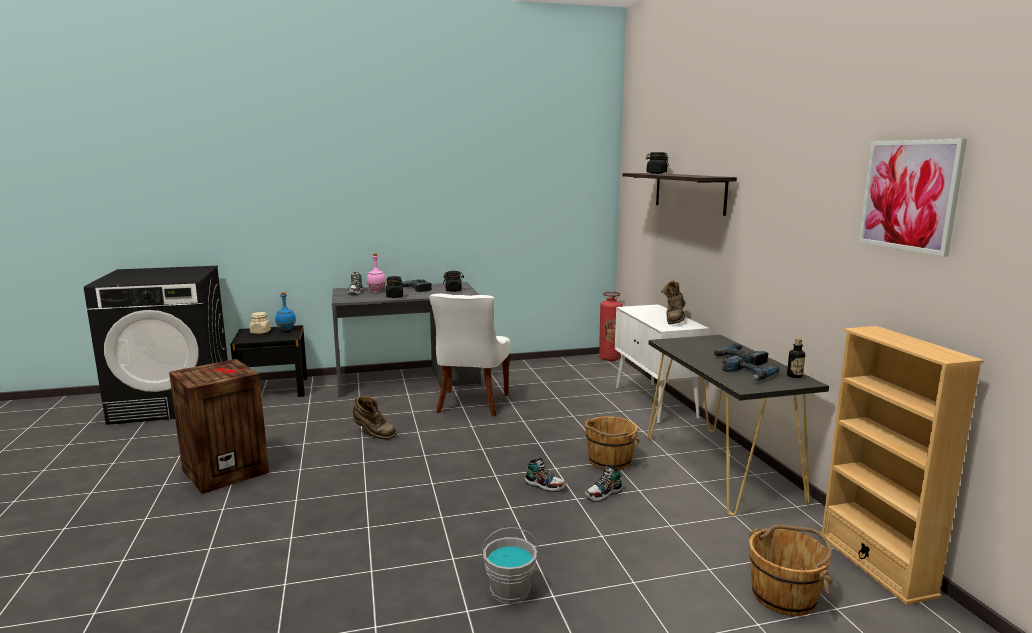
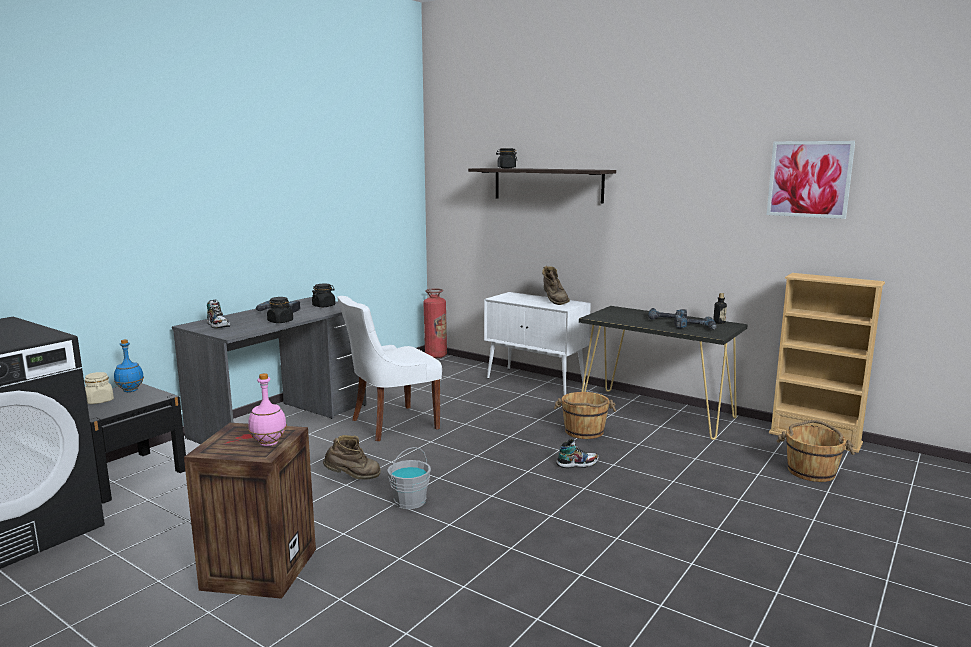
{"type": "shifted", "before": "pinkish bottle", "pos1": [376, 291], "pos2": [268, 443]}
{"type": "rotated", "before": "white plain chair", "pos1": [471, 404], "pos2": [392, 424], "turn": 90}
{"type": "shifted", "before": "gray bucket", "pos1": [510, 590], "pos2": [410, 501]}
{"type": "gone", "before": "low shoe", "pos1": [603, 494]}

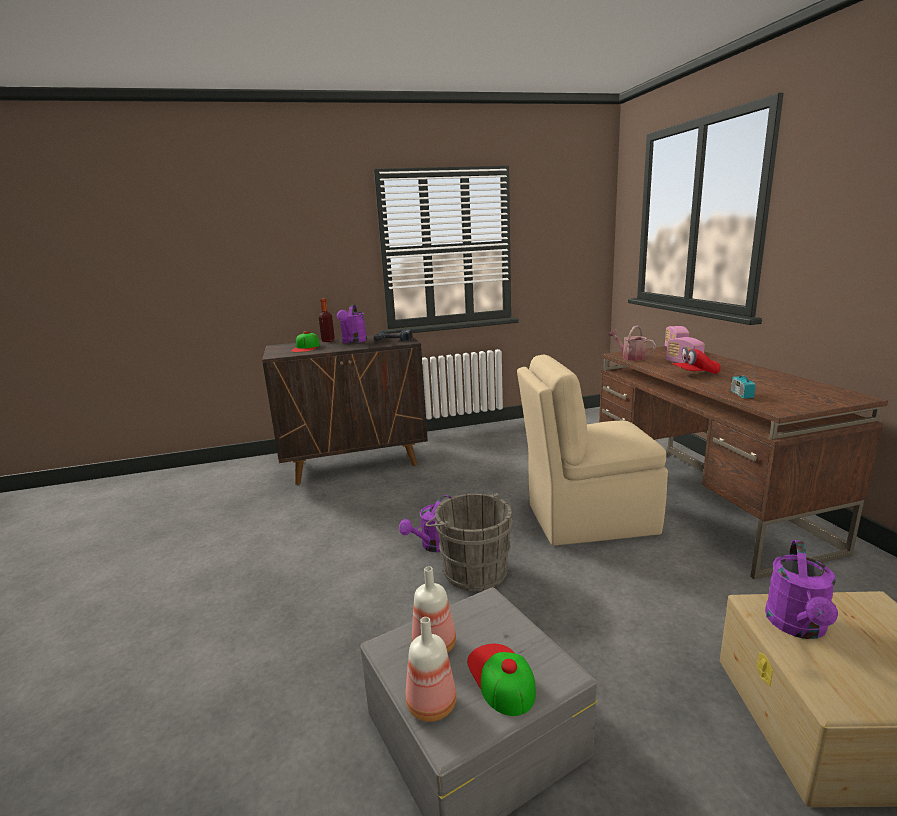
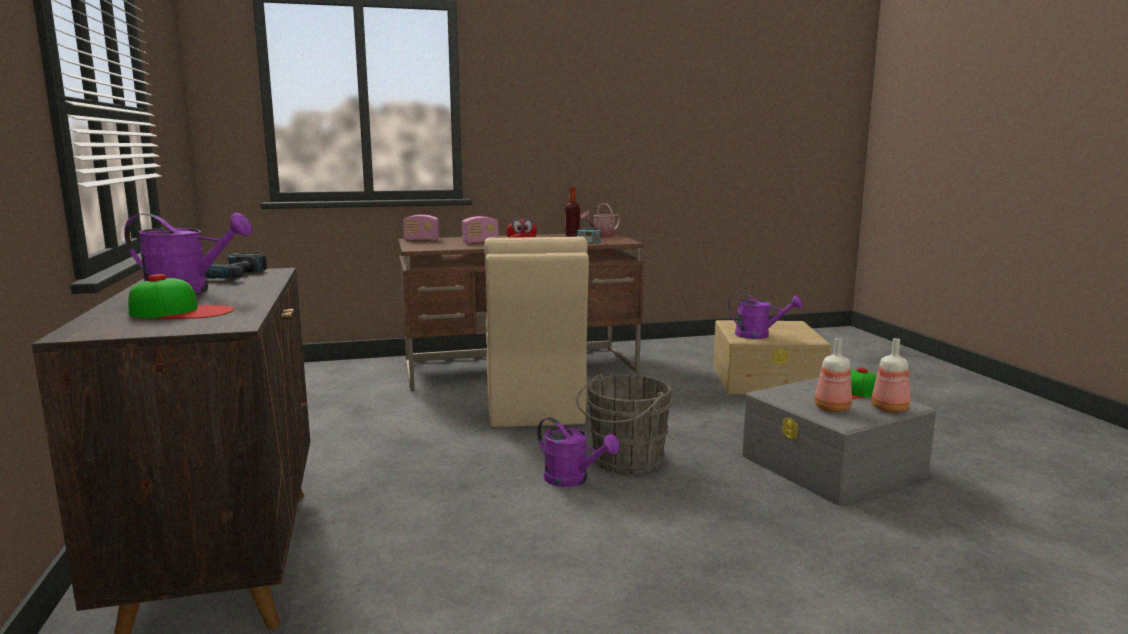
{"type": "shifted", "before": "bottle", "pos1": [328, 340], "pos2": [572, 235]}
{"type": "shifted", "before": "watering can", "pos1": [630, 357], "pos2": [601, 235]}

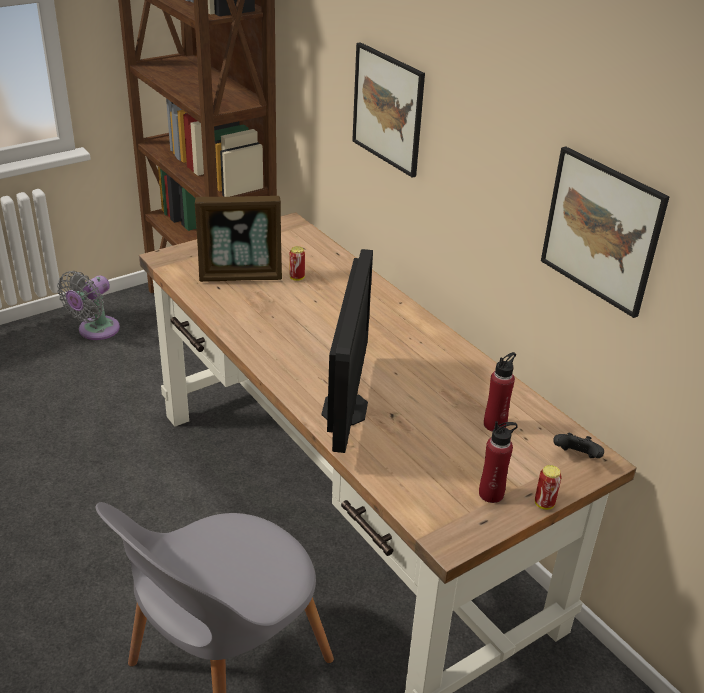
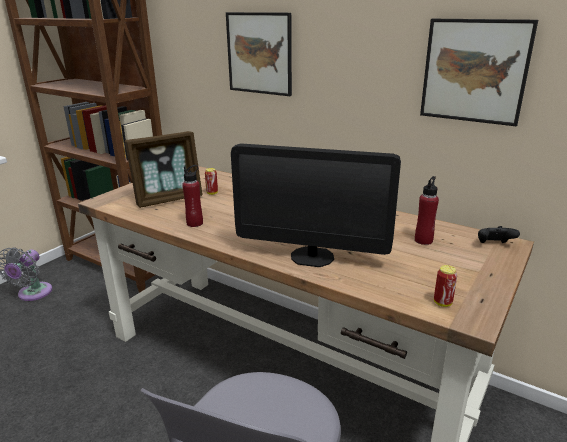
{"type": "shifted", "before": "red-coloured bottle", "pos1": [491, 494], "pos2": [195, 223]}
{"type": "rotated", "before": "computer screen", "pos1": [344, 409], "pos2": [312, 257], "turn": 120}
{"type": "shifted", "before": "sealed can", "pos1": [544, 504], "pos2": [442, 303]}

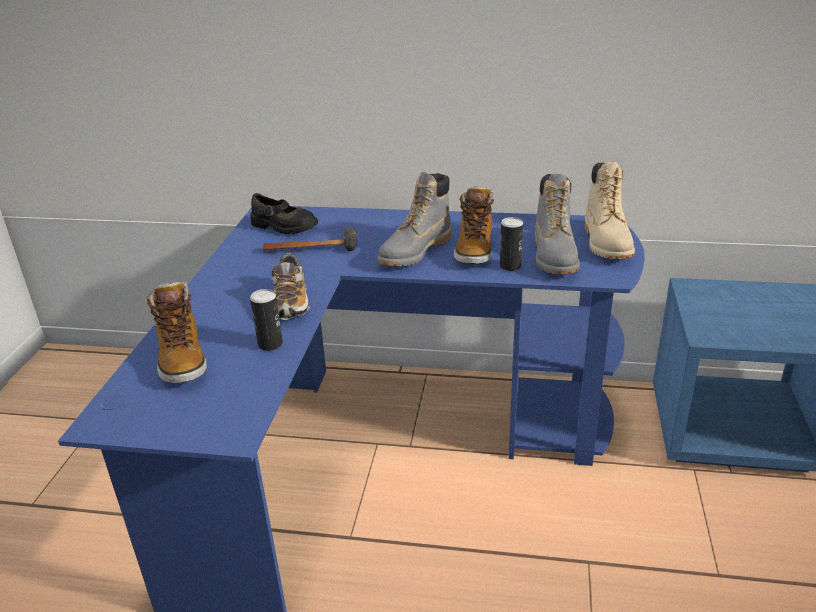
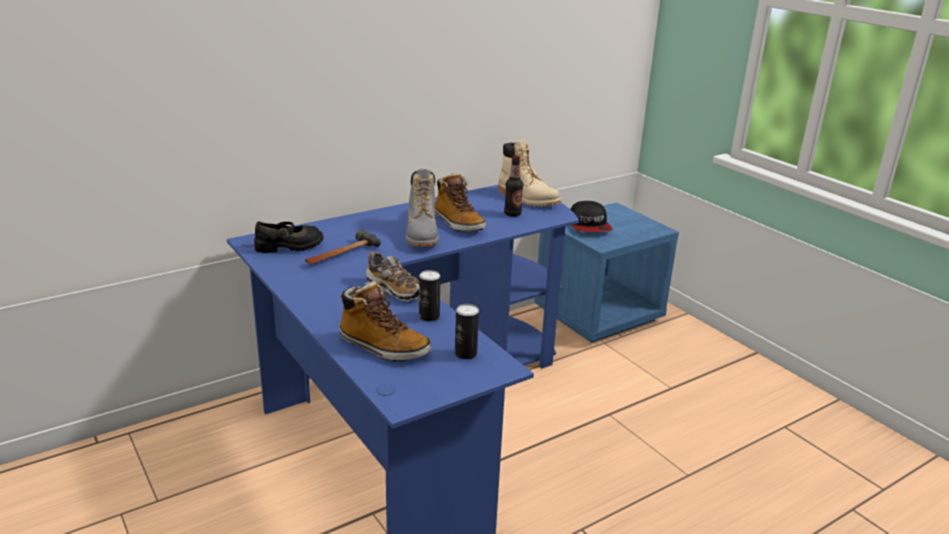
{"type": "shifted", "before": "sealed can", "pos1": [510, 266], "pos2": [465, 354]}
{"type": "swapped", "before": "gray boot", "after": "bottle", "pos1": [554, 257], "pos2": [512, 214]}
{"type": "new", "after": "baseball cap", "pos2": [589, 226]}

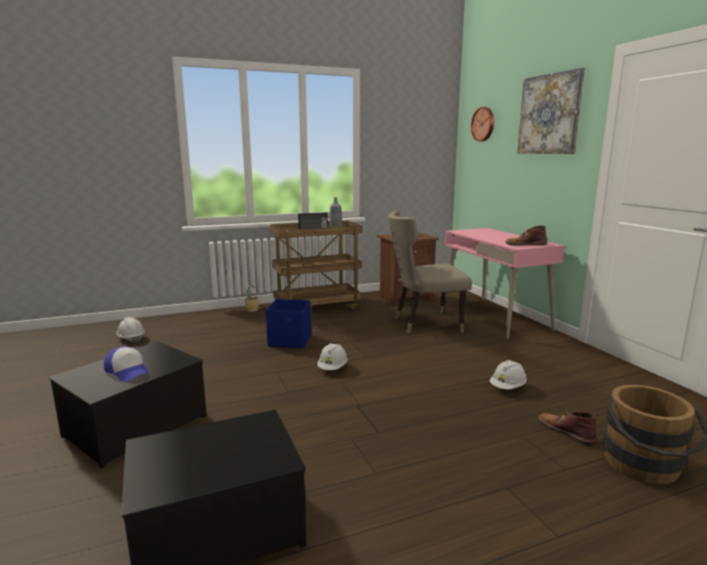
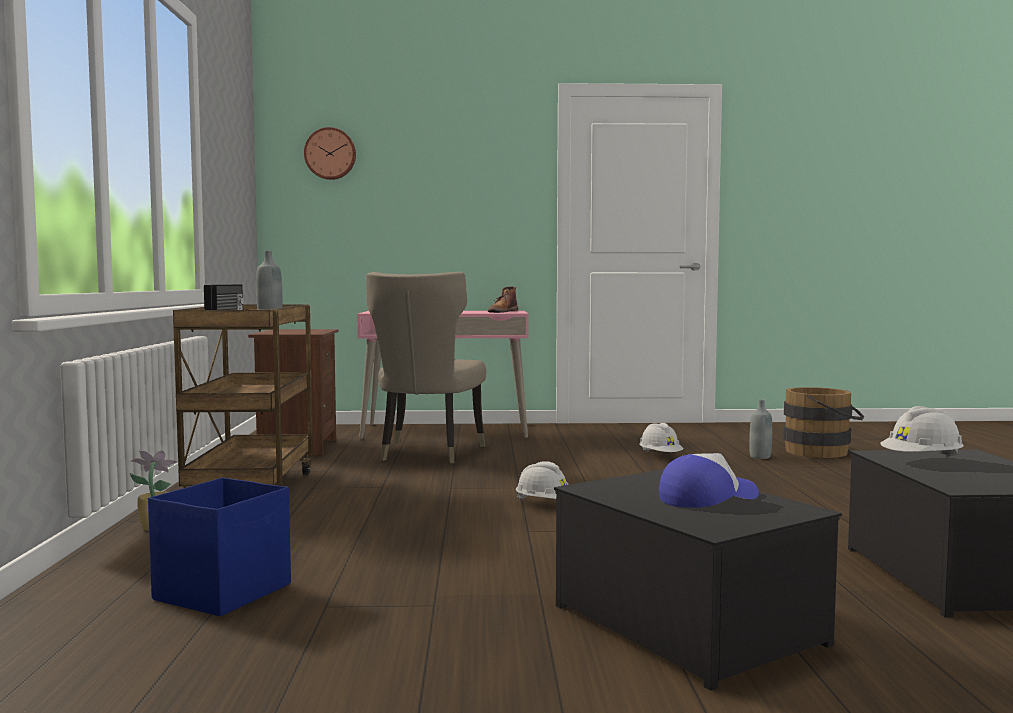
{"type": "shifted", "before": "blue-coloured storage container", "pos1": [290, 341], "pos2": [225, 592]}
{"type": "swapped", "before": "brown boot", "after": "gray bottle", "pos1": [565, 431], "pos2": [760, 457]}
{"type": "shifted", "before": "white hard hat", "pos1": [131, 338], "pos2": [922, 461]}
{"type": "gone", "before": "wall picture", "pos1": [549, 114]}

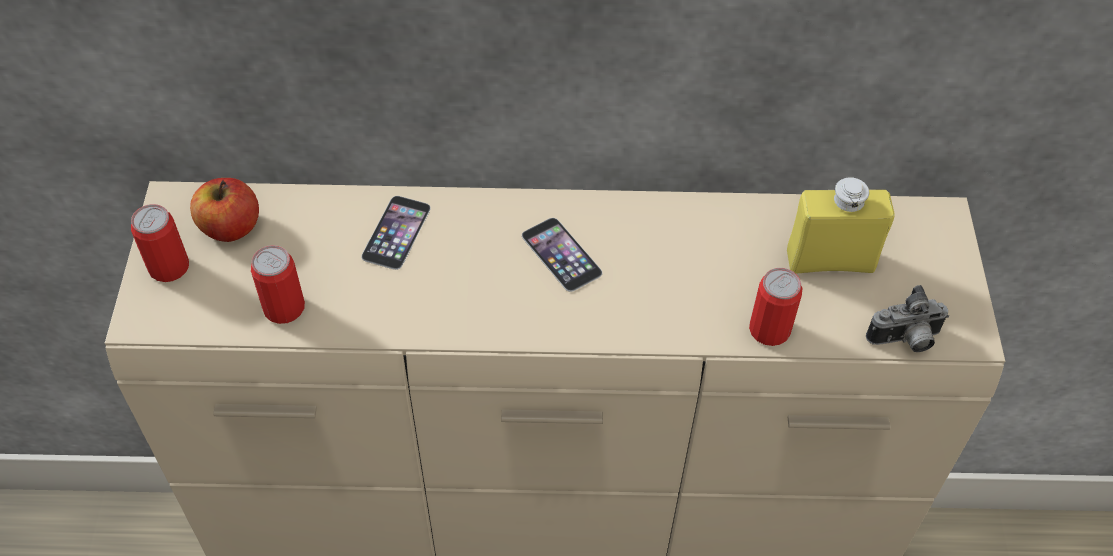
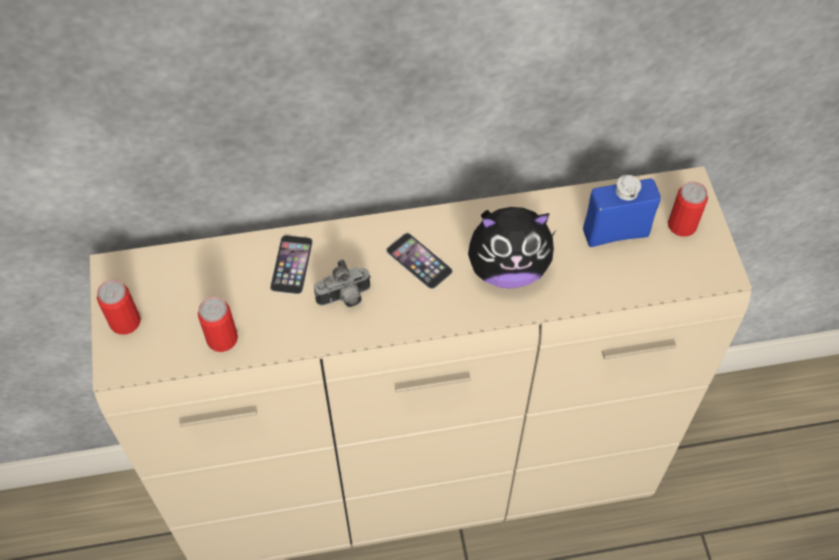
{"type": "shifted", "before": "photo camera", "pos1": [905, 341], "pos2": [345, 298]}
{"type": "new", "after": "plush toy", "pos2": [507, 268]}
{"type": "repainted", "before": "yellow-coloured bottle", "after": "blue-coloured bottle", "pos1": [830, 261], "pos2": [615, 232]}
{"type": "shifted", "before": "sealed can", "pos1": [769, 329], "pos2": [682, 225]}
{"type": "gone", "before": "apple", "pos1": [230, 227]}

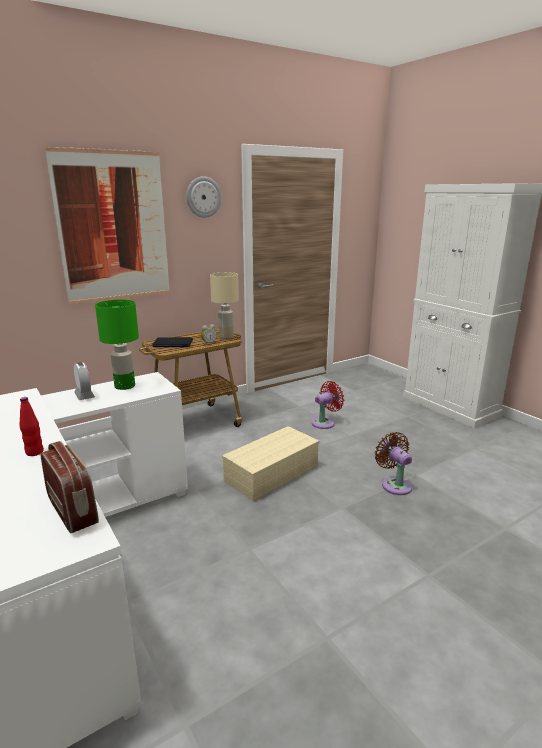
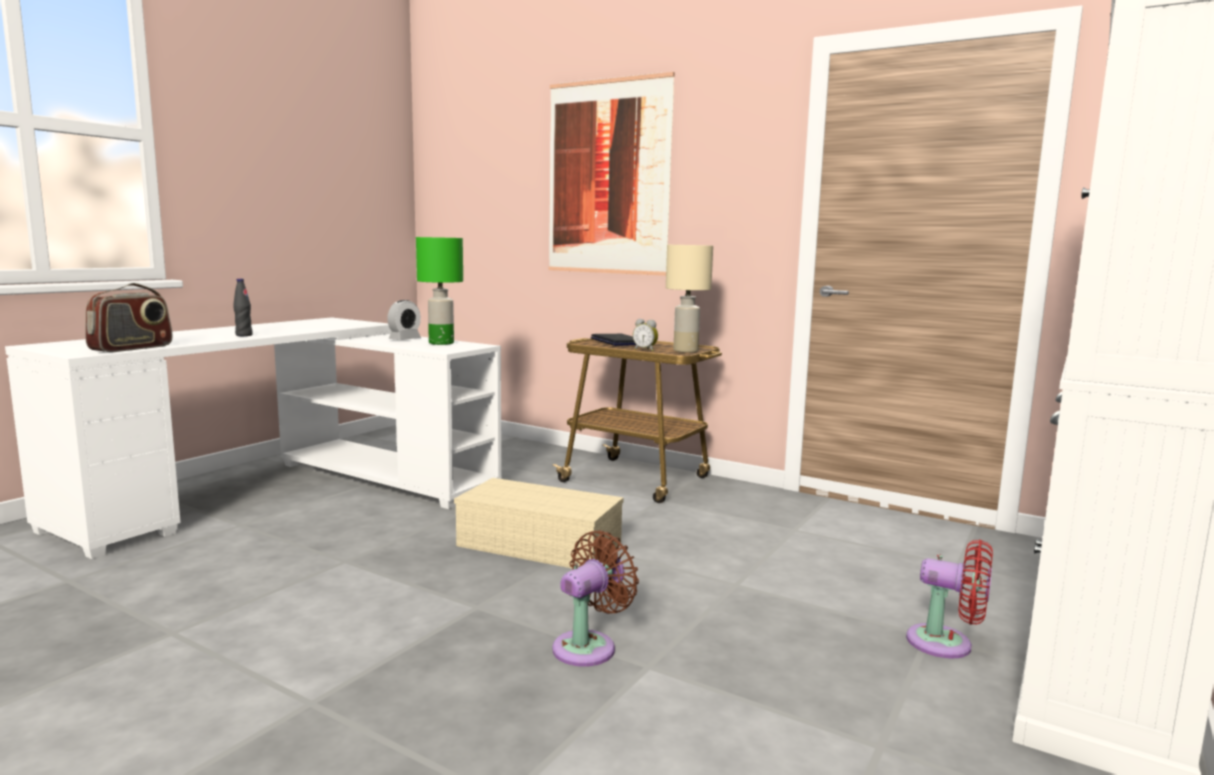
{"type": "repainted", "before": "red-coloured bottle", "after": "black bottle", "pos1": [34, 452], "pos2": [244, 335]}
{"type": "shifted", "before": "red-coloured cooling fan", "pos1": [325, 422], "pos2": [946, 644]}
{"type": "gone", "before": "clock on the wall", "pos1": [203, 197]}

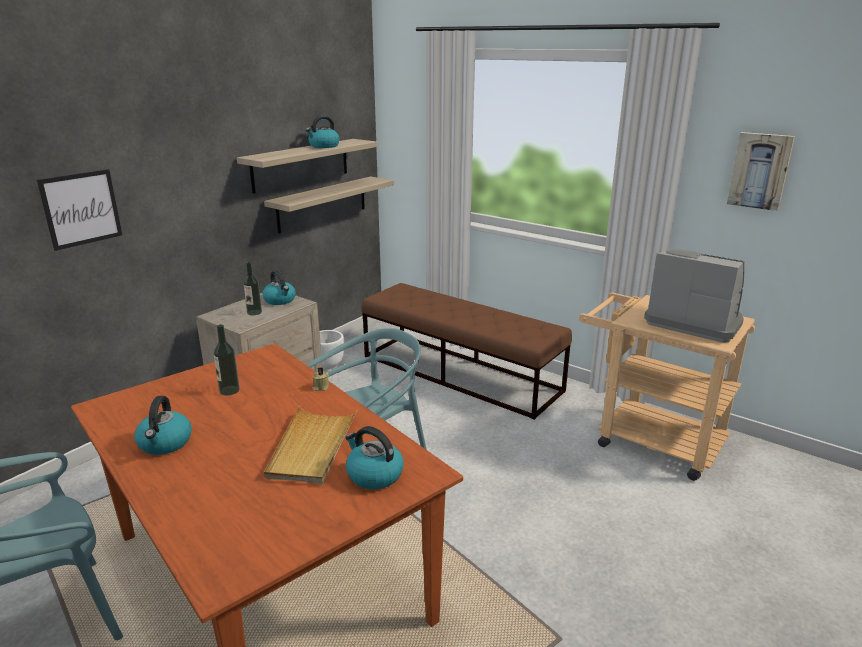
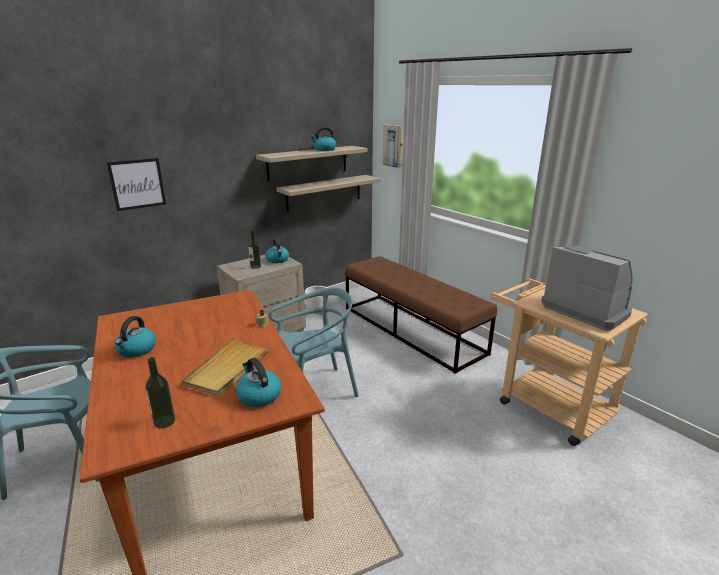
{"type": "shifted", "before": "bottle", "pos1": [229, 390], "pos2": [164, 421]}
{"type": "shifted", "before": "wall picture", "pos1": [760, 170], "pos2": [394, 146]}

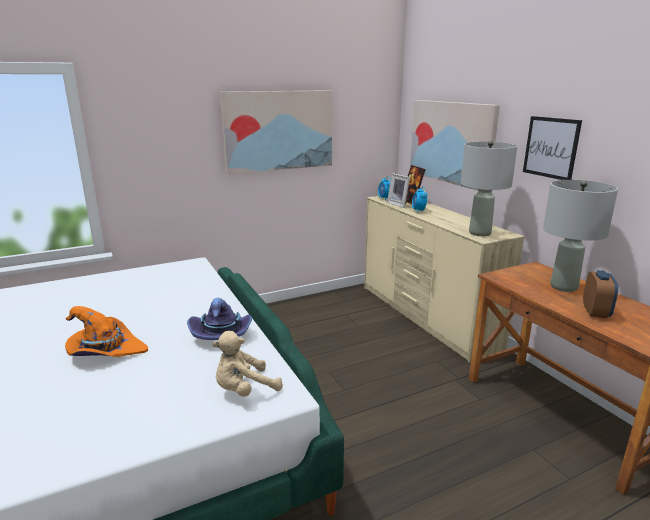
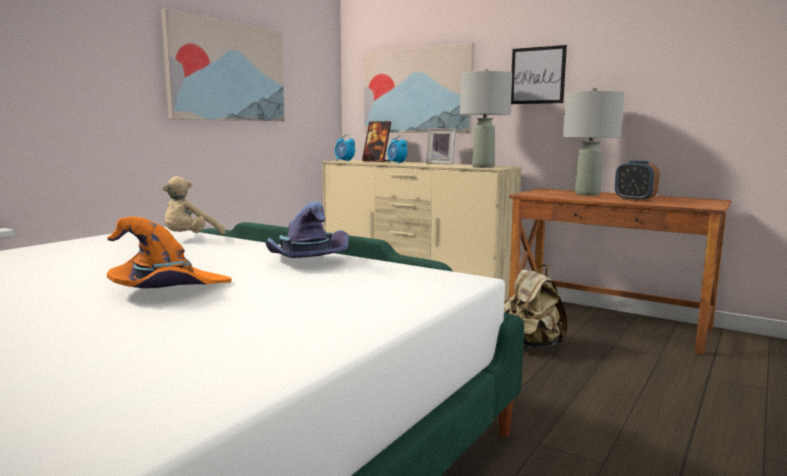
{"type": "shifted", "before": "beige plush toy", "pos1": [244, 390], "pos2": [190, 239]}
{"type": "shifted", "before": "photo frame", "pos1": [399, 204], "pos2": [441, 163]}
{"type": "new", "after": "beige knapsack", "pos2": [531, 345]}
{"type": "rotated", "before": "bedside clock", "pos1": [595, 312], "pos2": [635, 199], "turn": 150}

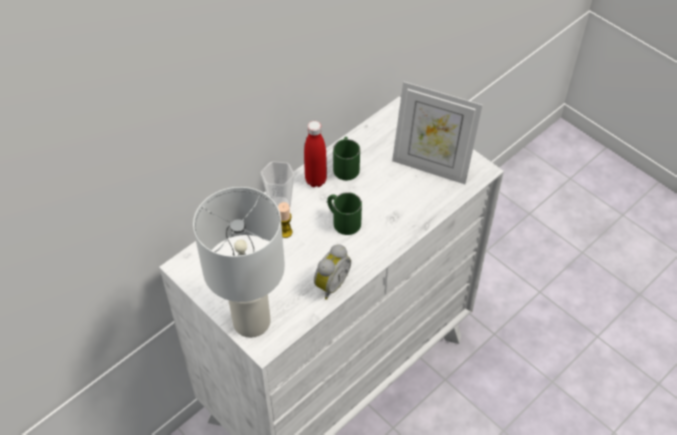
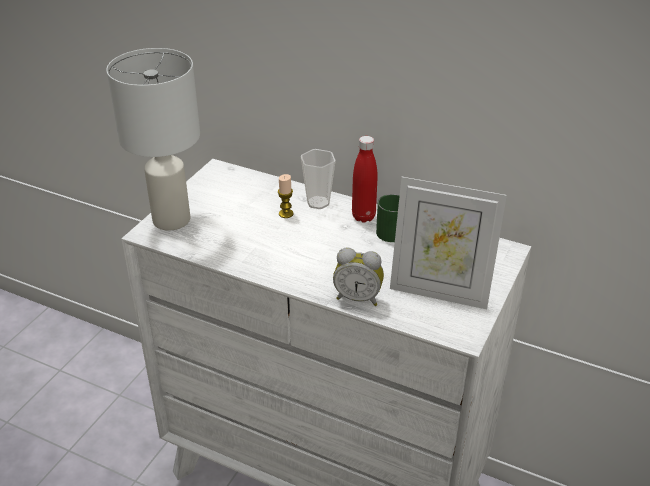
{"type": "shifted", "before": "bedside clock", "pos1": [330, 284], "pos2": [358, 297]}
{"type": "rotated", "before": "photo frame", "pos1": [431, 166], "pos2": [439, 292], "turn": -75}
{"type": "gone", "before": "greenish mug", "pos1": [342, 220]}

